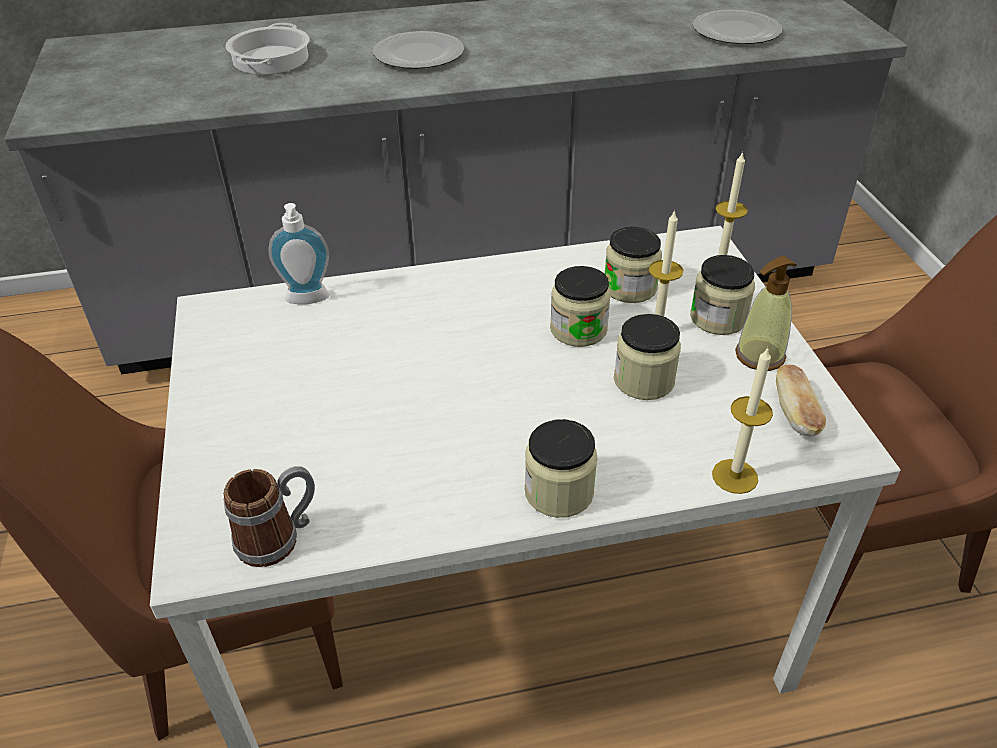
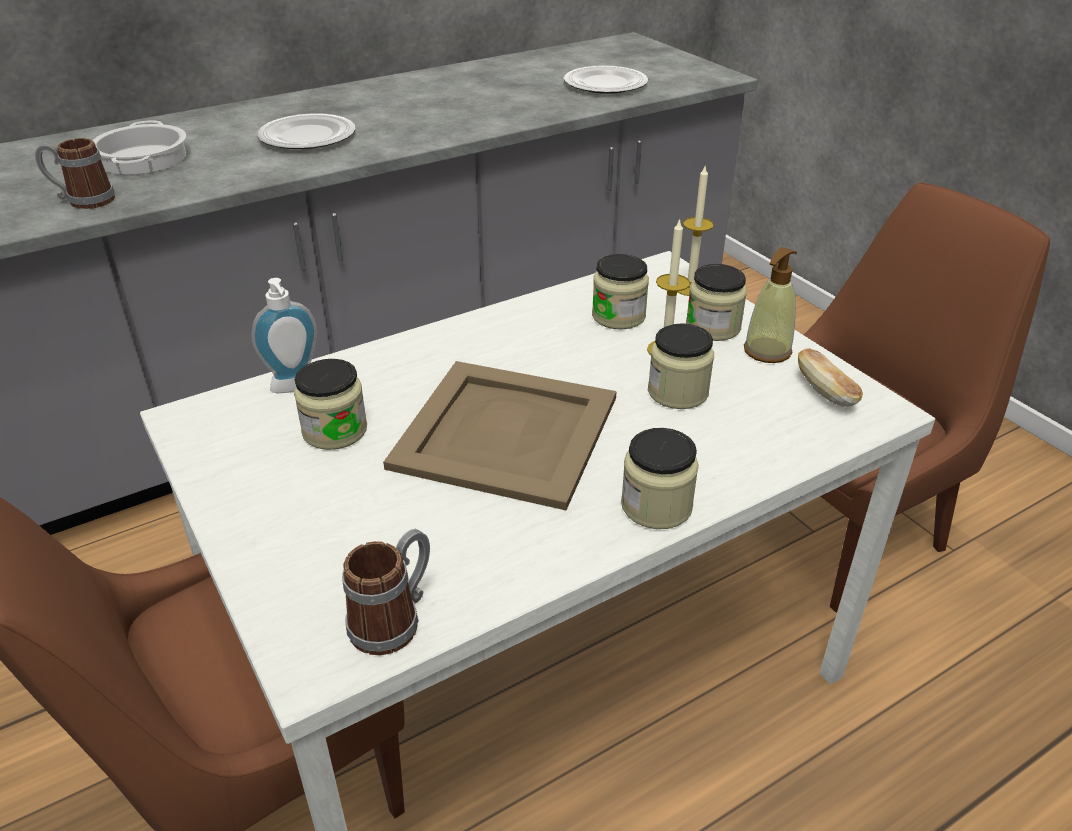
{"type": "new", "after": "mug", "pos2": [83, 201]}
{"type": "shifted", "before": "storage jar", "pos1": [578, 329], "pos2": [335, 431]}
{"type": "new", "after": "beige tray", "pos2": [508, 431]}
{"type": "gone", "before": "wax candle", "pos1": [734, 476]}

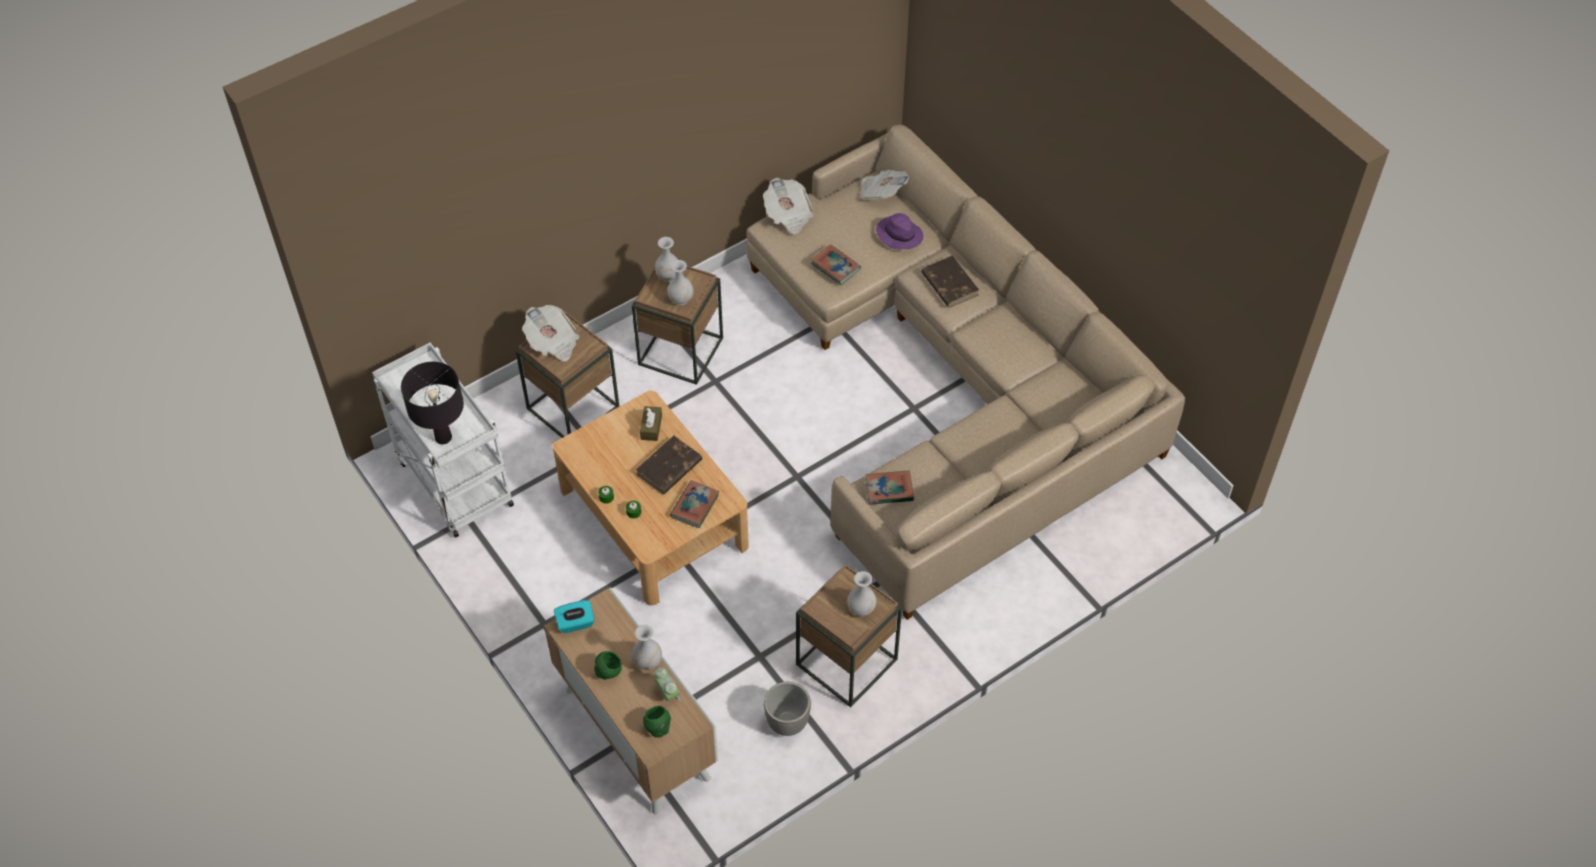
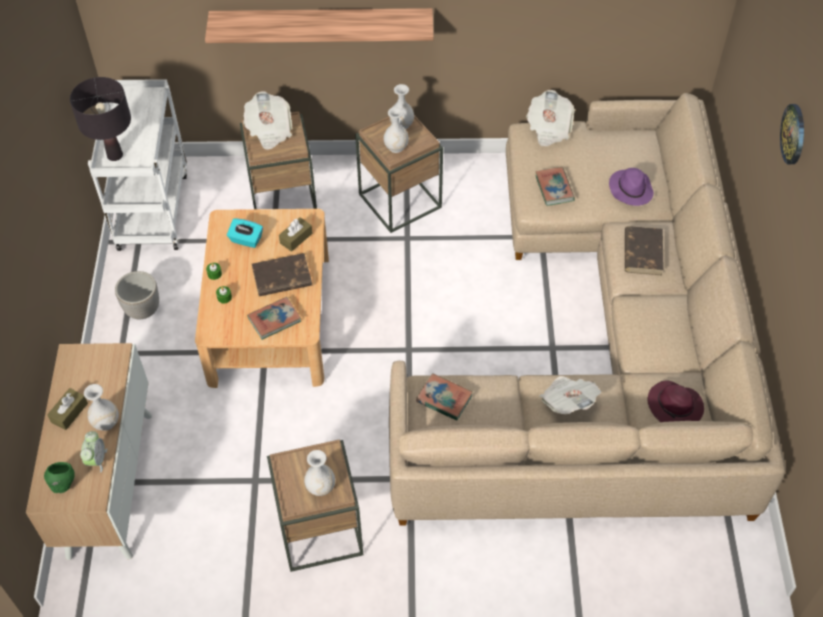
{"type": "swapped", "before": "greenish serving bowl", "after": "brown tissue holder", "pos1": [608, 673], "pos2": [69, 413]}
{"type": "shifted", "before": "plant pot", "pos1": [787, 722], "pos2": [143, 310]}
{"type": "new", "after": "wall shelf", "pos2": [322, 25]}
{"type": "shifted", "before": "blue-green tissue holder", "pos1": [575, 623], "pos2": [246, 240]}
{"type": "shifted", "before": "printed paper", "pos1": [882, 192], "pos2": [568, 401]}
{"type": "new", "after": "purple wearable hat", "pos2": [675, 406]}
{"type": "new", "after": "clock on the wall", "pos2": [794, 134]}

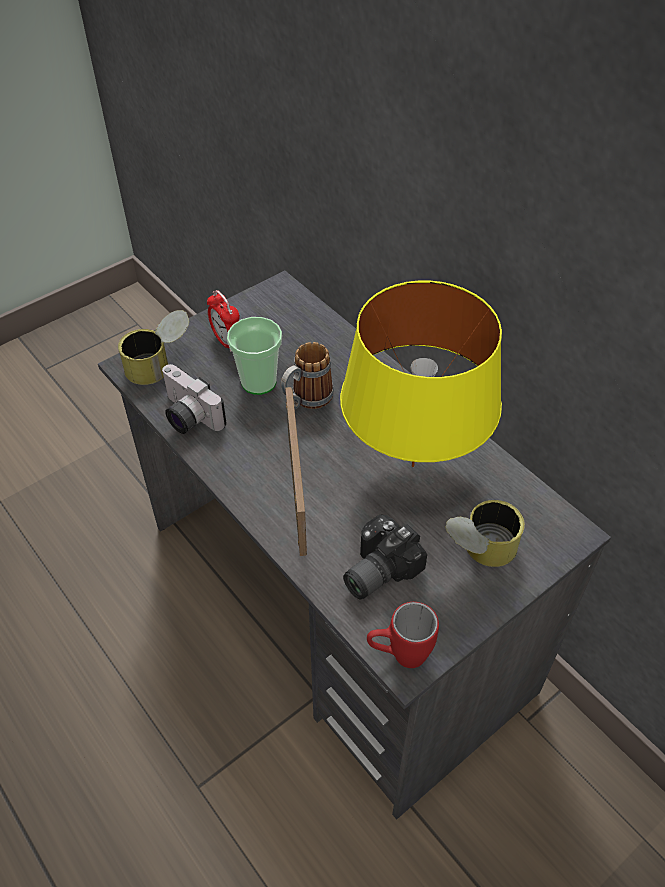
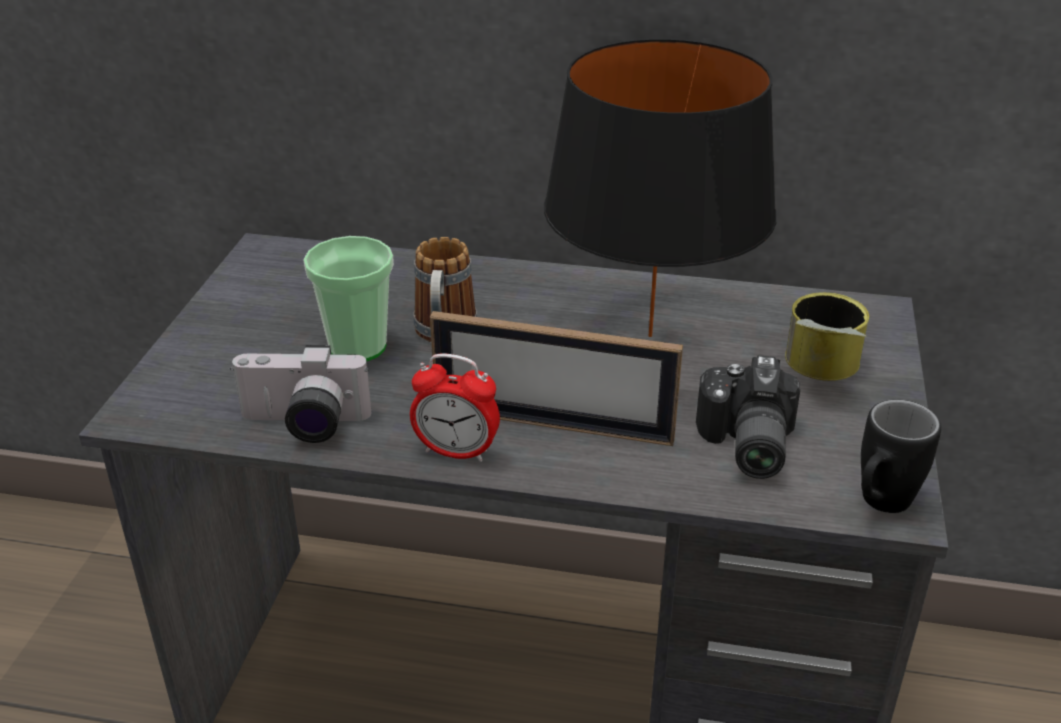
{"type": "shifted", "before": "bedside clock", "pos1": [227, 342], "pos2": [456, 451]}
{"type": "rotated", "before": "photo frame", "pos1": [296, 491], "pos2": [552, 424], "turn": 150}
{"type": "repainted", "before": "yellow-coloured lamp for a table", "after": "black lamp for a table", "pos1": [412, 465], "pos2": [649, 335]}
{"type": "repainted", "before": "red-coloured mug", "after": "black mug", "pos1": [399, 655], "pos2": [878, 506]}
{"type": "gone", "before": "sealed can", "pos1": [160, 365]}

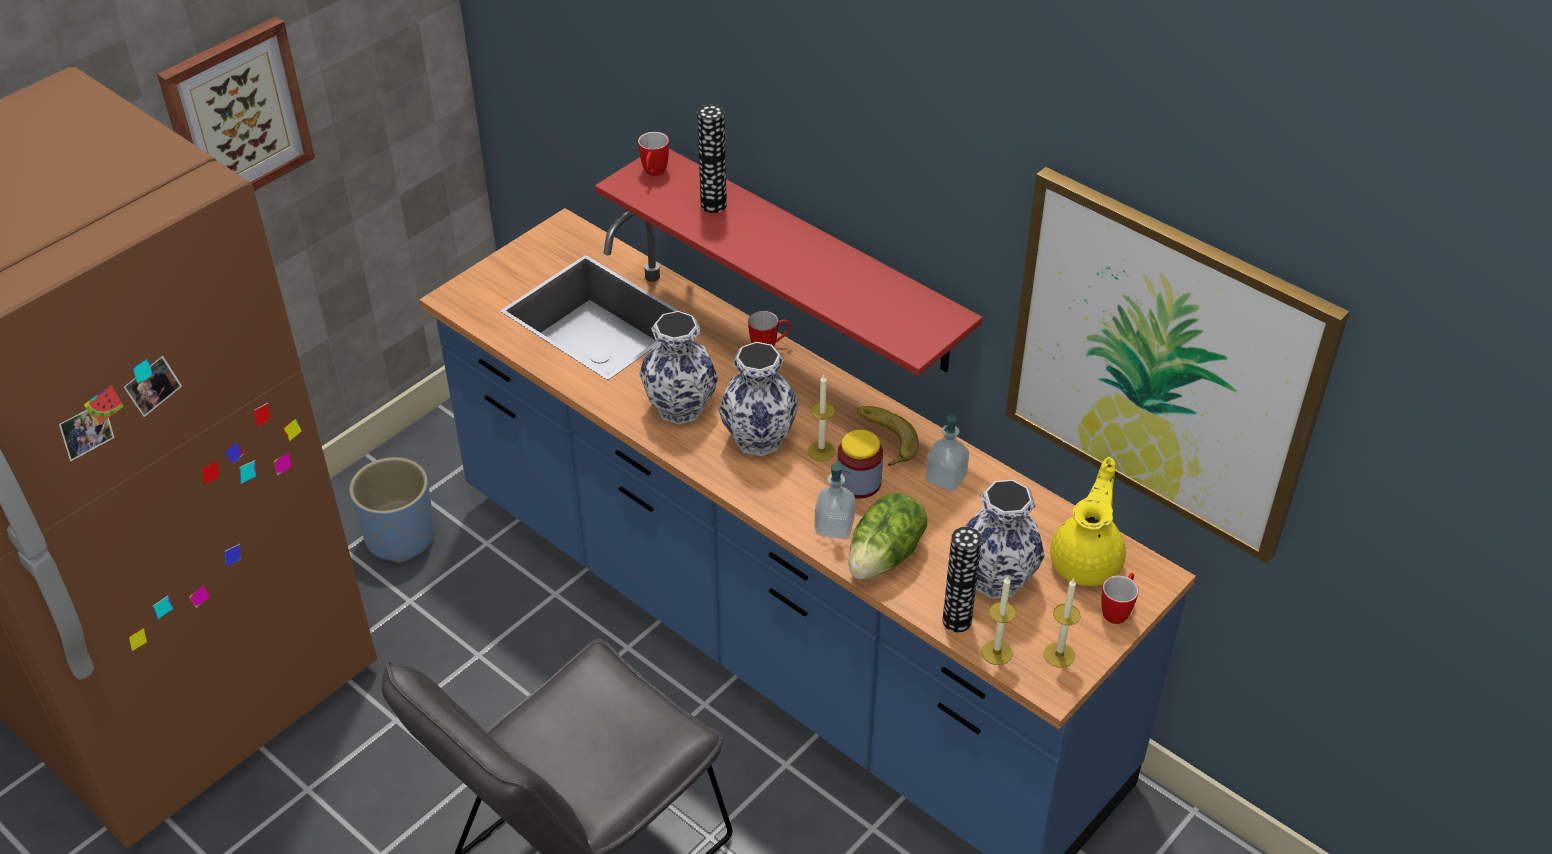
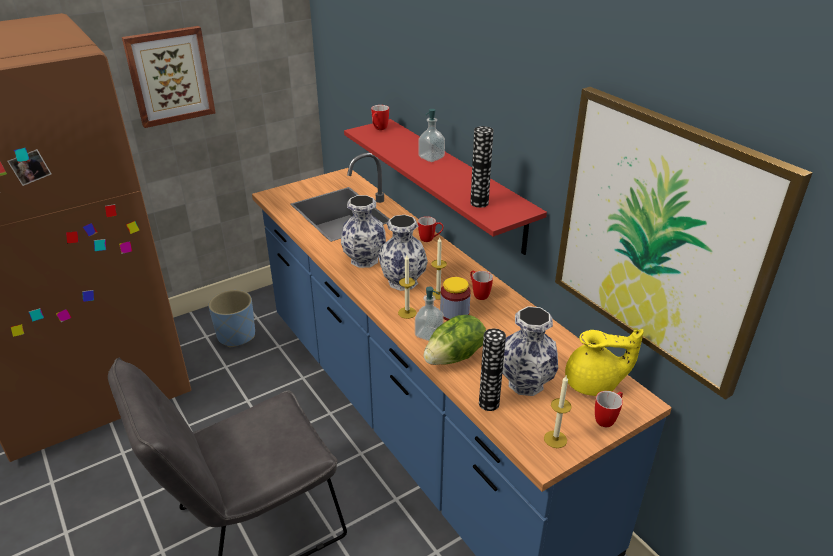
{"type": "shifted", "before": "wax candle", "pos1": [996, 652], "pos2": [407, 313]}
{"type": "shifted", "before": "liquid soap bottle", "pos1": [945, 478], "pos2": [431, 157]}
{"type": "shifted", "before": "flower vase", "pos1": [713, 205], "pos2": [479, 203]}
{"type": "swapped", "before": "banana", "after": "mug", "pos1": [882, 440], "pos2": [478, 294]}
{"type": "rotated", "before": "yellow-coloured teapot", "pos1": [1087, 561], "pos2": [593, 384], "turn": 60}

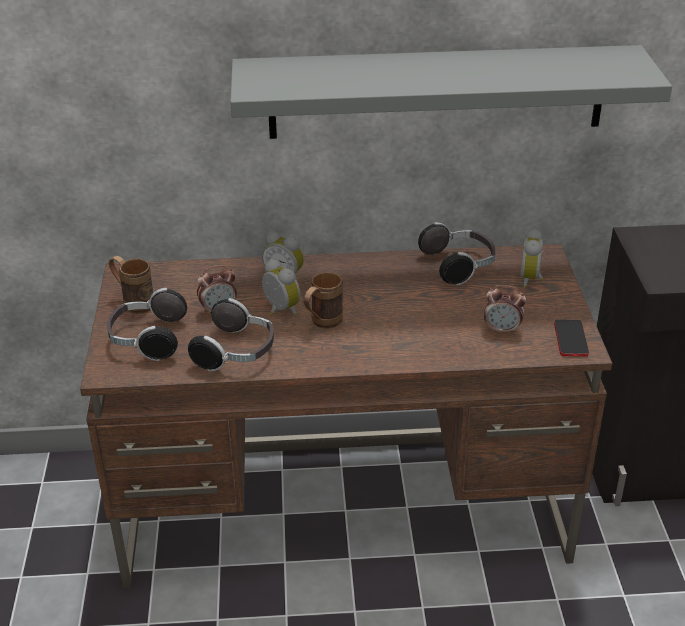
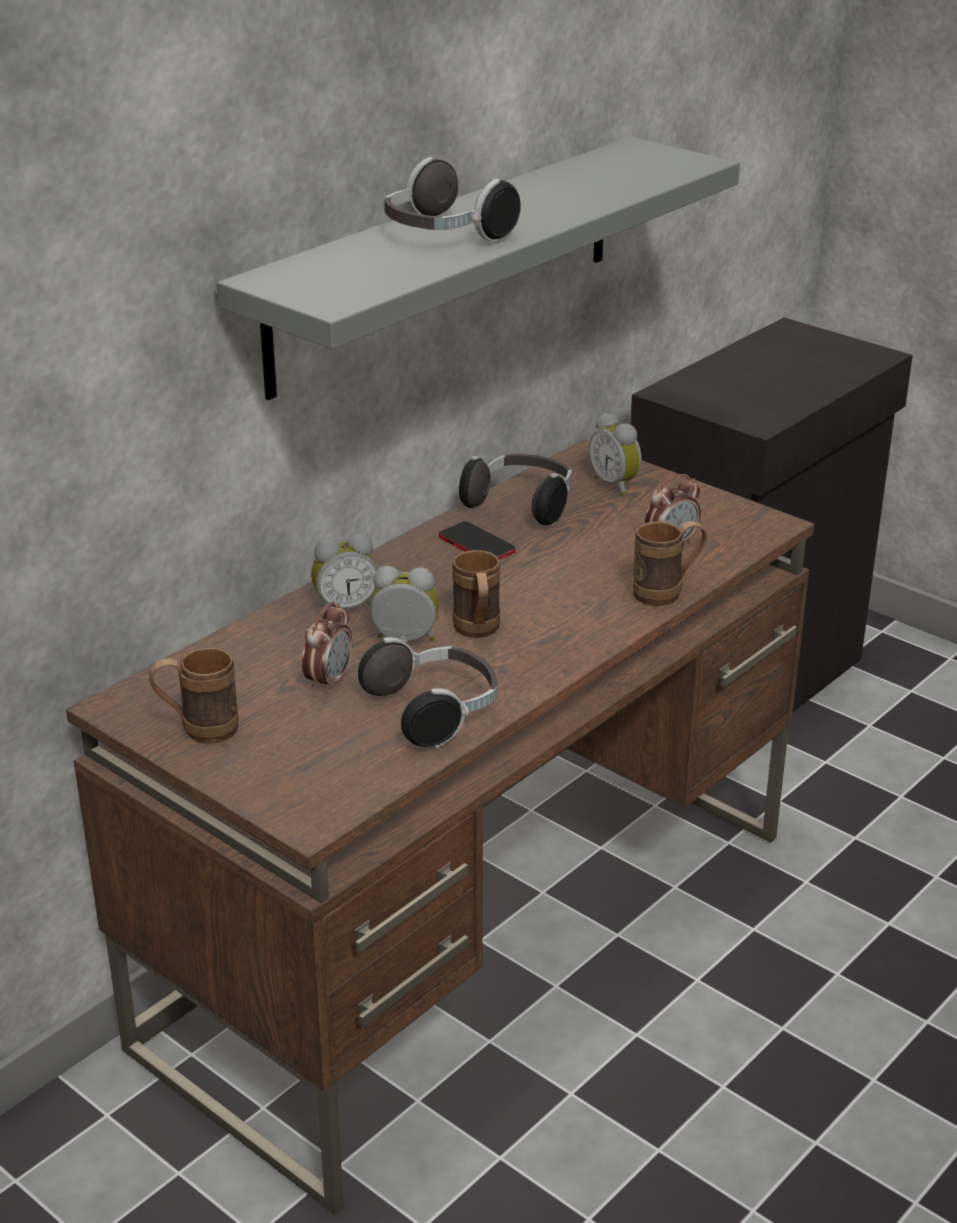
{"type": "shifted", "before": "headset", "pos1": [147, 339], "pos2": [444, 235]}
{"type": "shifted", "before": "handset", "pos1": [570, 339], "pos2": [477, 544]}
{"type": "new", "after": "brown mug", "pos2": [667, 593]}

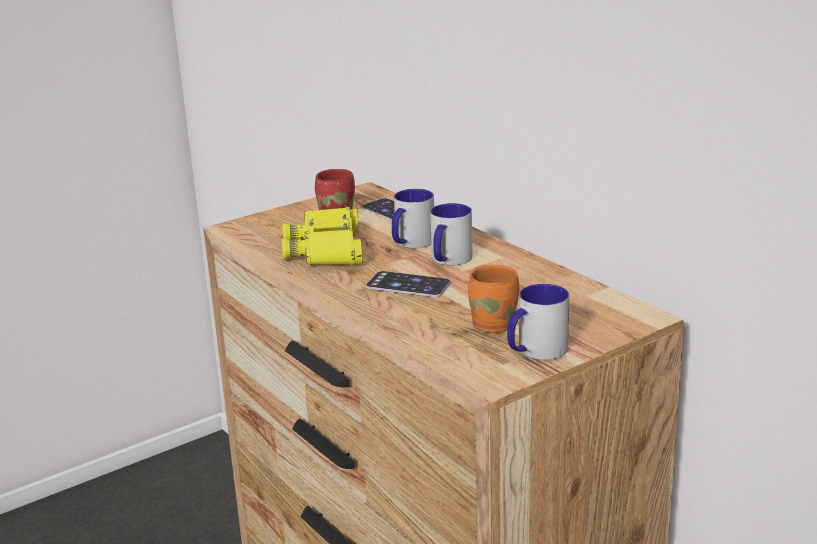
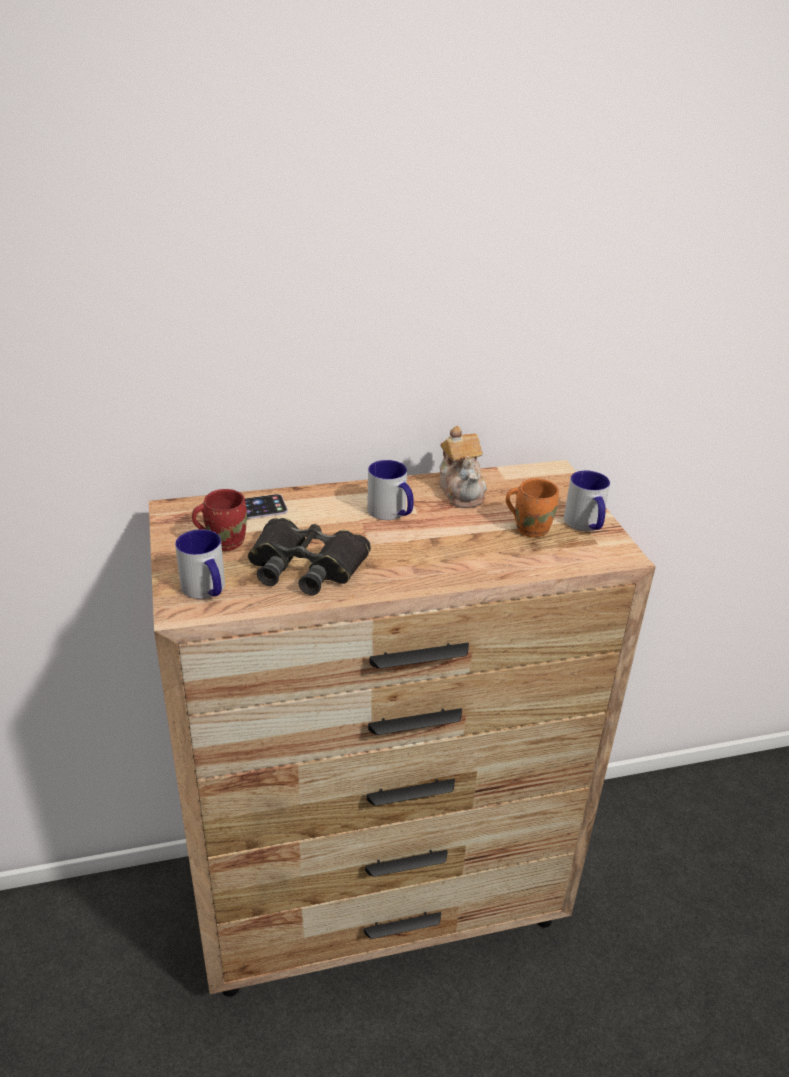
{"type": "shifted", "before": "mug", "pos1": [410, 243], "pos2": [206, 590]}
{"type": "repainted", "before": "yellow-coloured pair of binoculars", "after": "black pair of binoculars", "pos1": [327, 249], "pos2": [306, 566]}
{"type": "new", "after": "teapot", "pos2": [461, 491]}
{"type": "gone", "before": "handset", "pos1": [408, 285]}

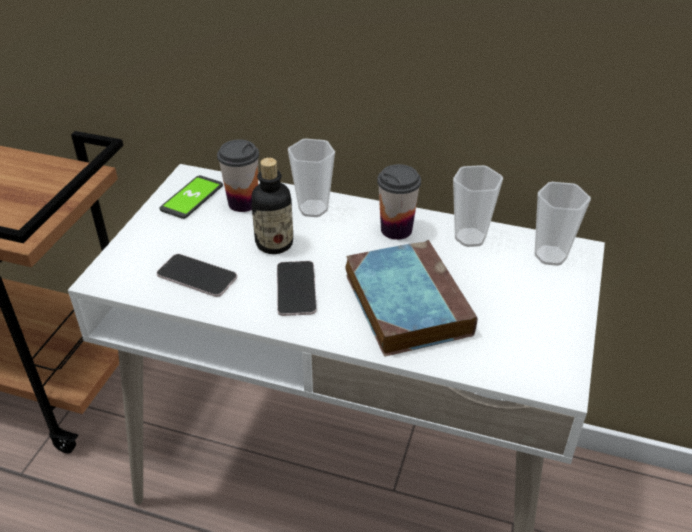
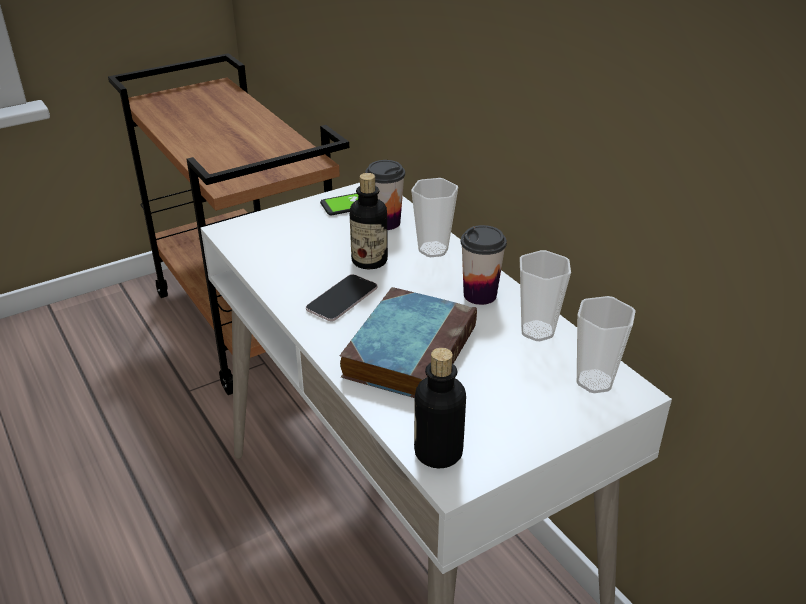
{"type": "new", "after": "bottle", "pos2": [438, 452]}
{"type": "gone", "before": "handset", "pos1": [197, 276]}

